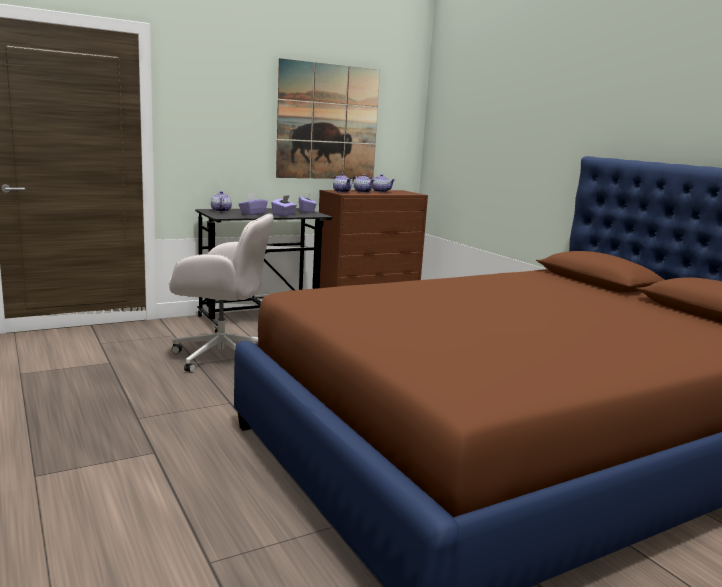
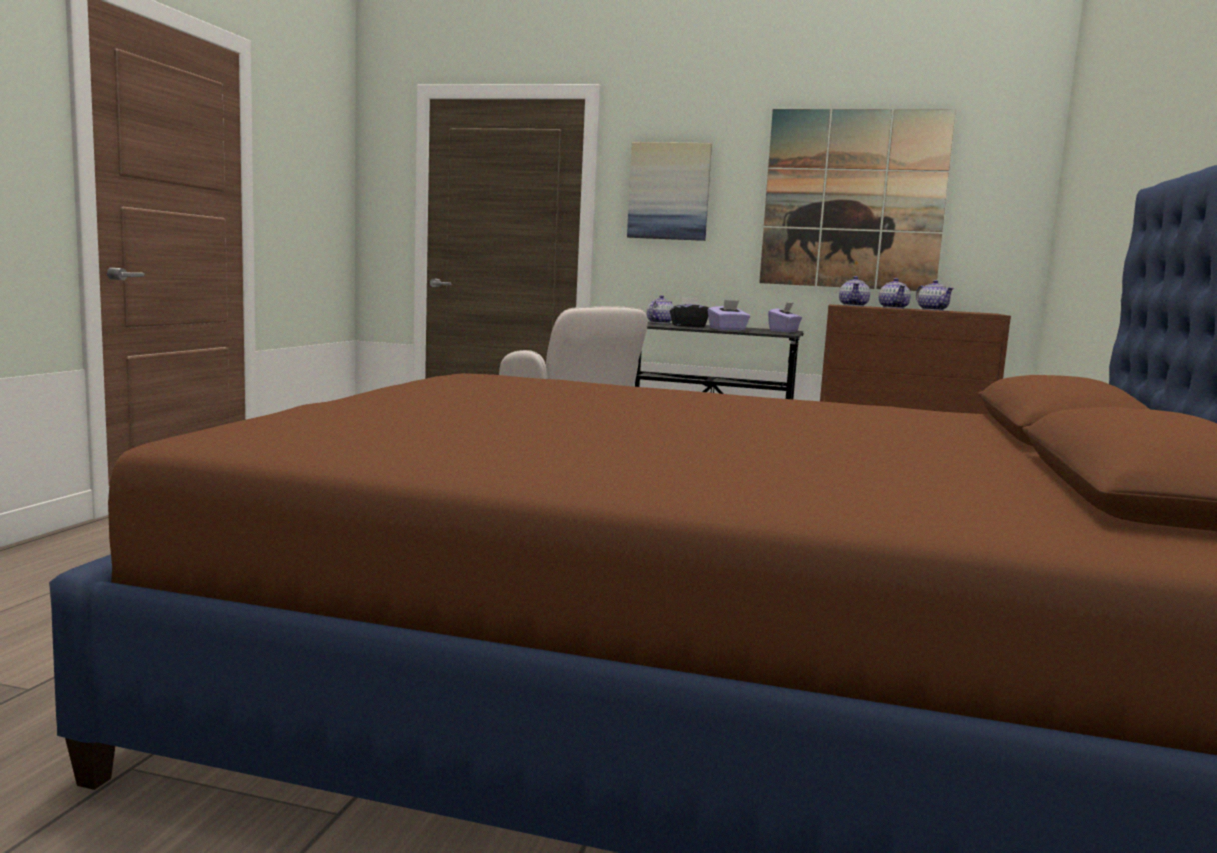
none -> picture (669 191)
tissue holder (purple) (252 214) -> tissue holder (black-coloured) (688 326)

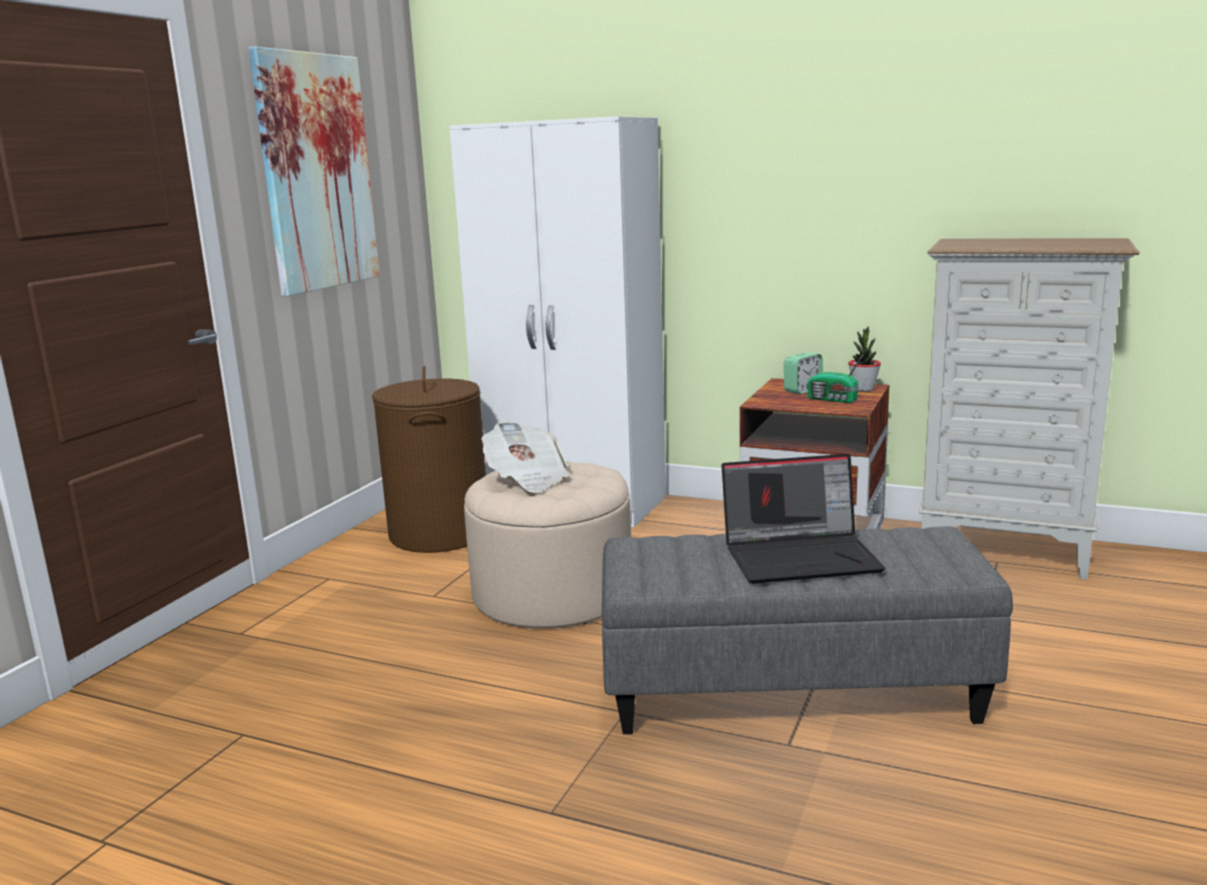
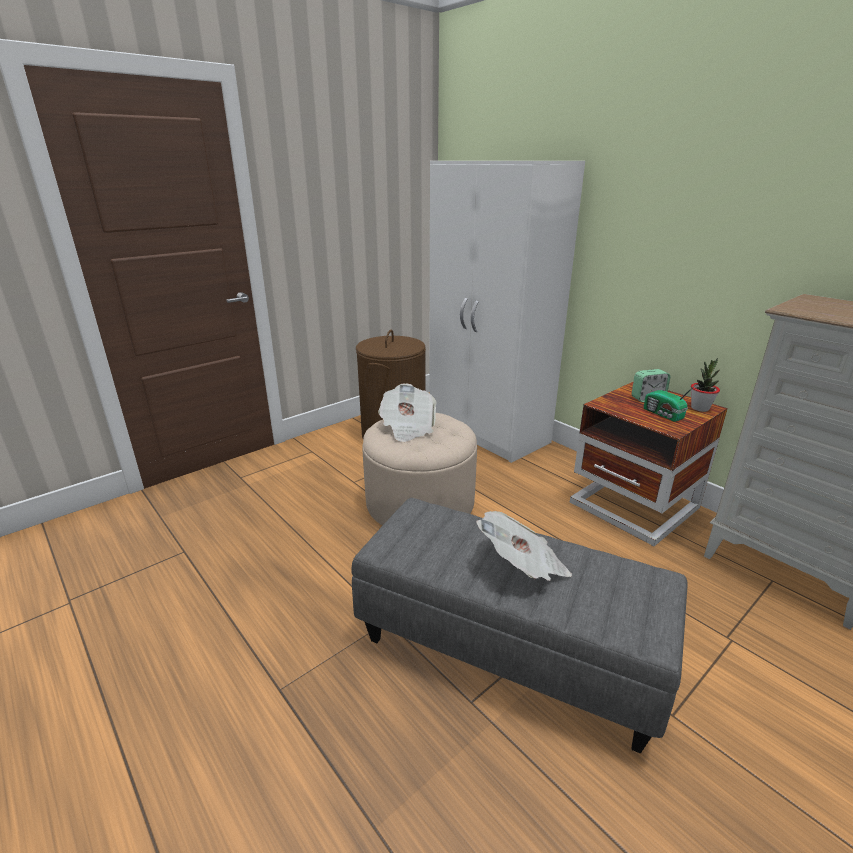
picture (317 173) -> none
notebook computer (802 556) -> newspaper (522 566)

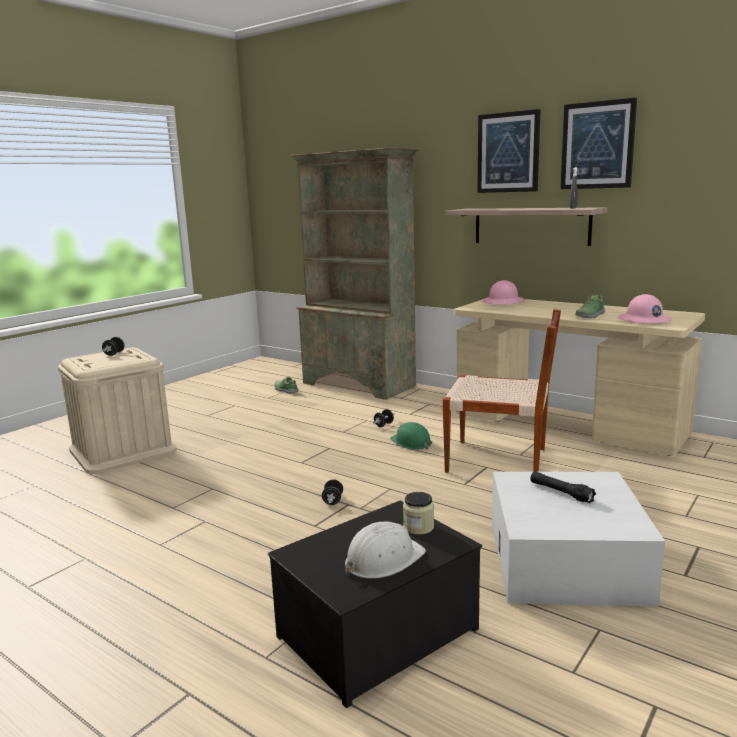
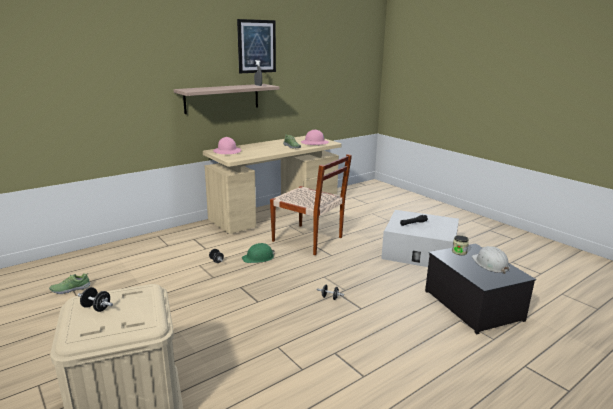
bookshelf (green-coloured) (359 384) -> none
picture (508 152) -> none
plain chair (500 461) -> plain chair (309 240), 90 degrees clockwise

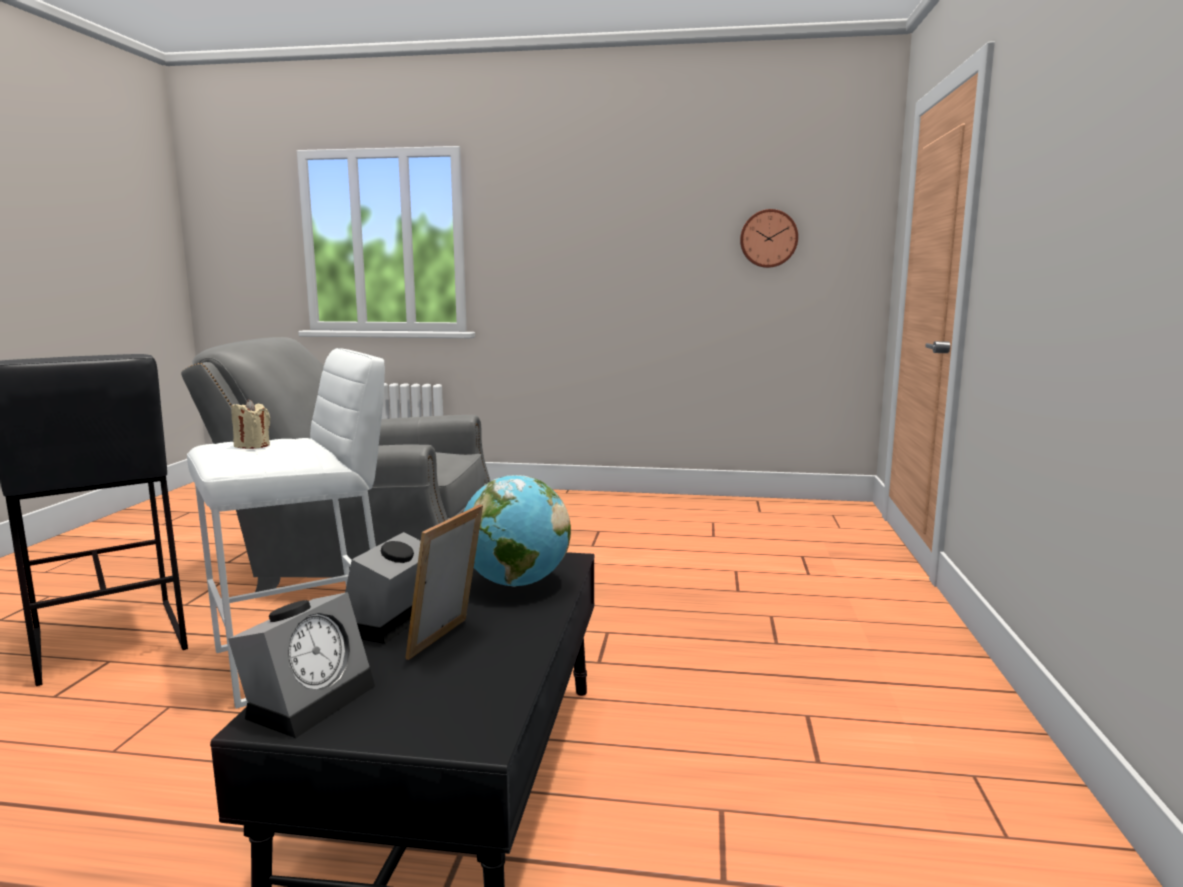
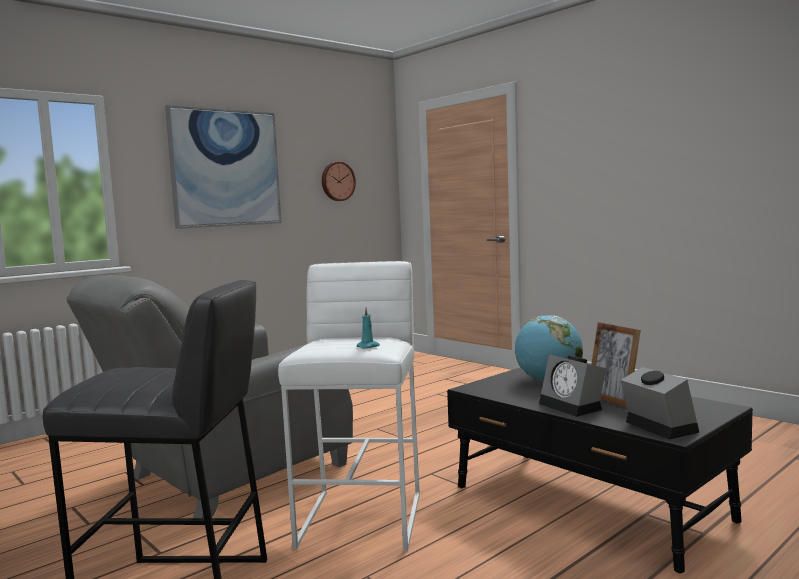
wax light (beige) (252 445) -> none
none -> picture (225 168)
none -> wax light (turquoise-coloured) (368 346)

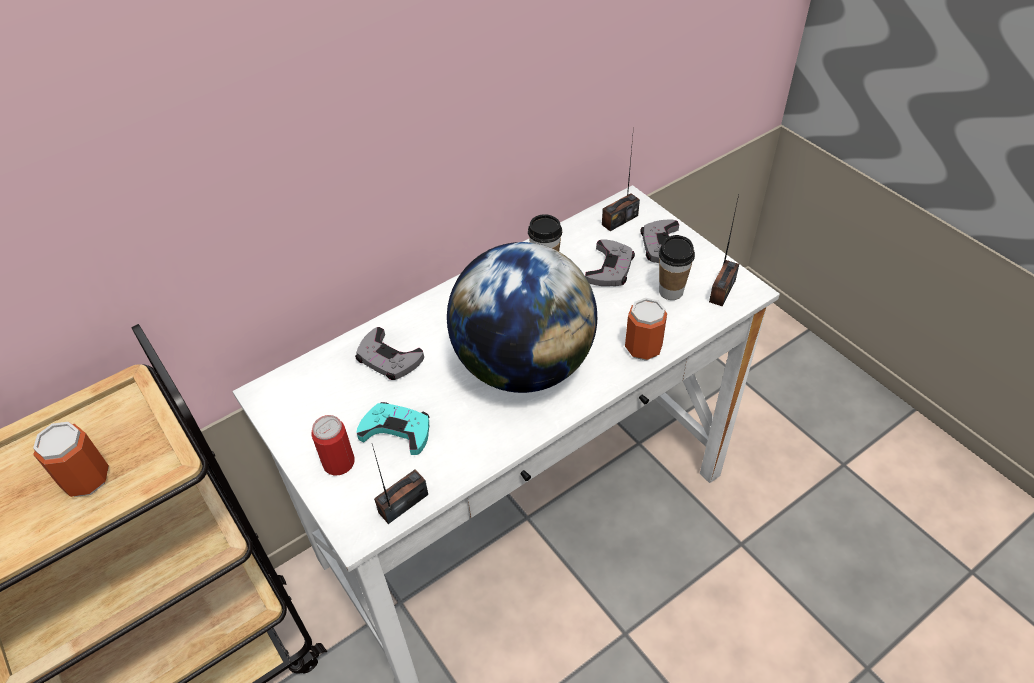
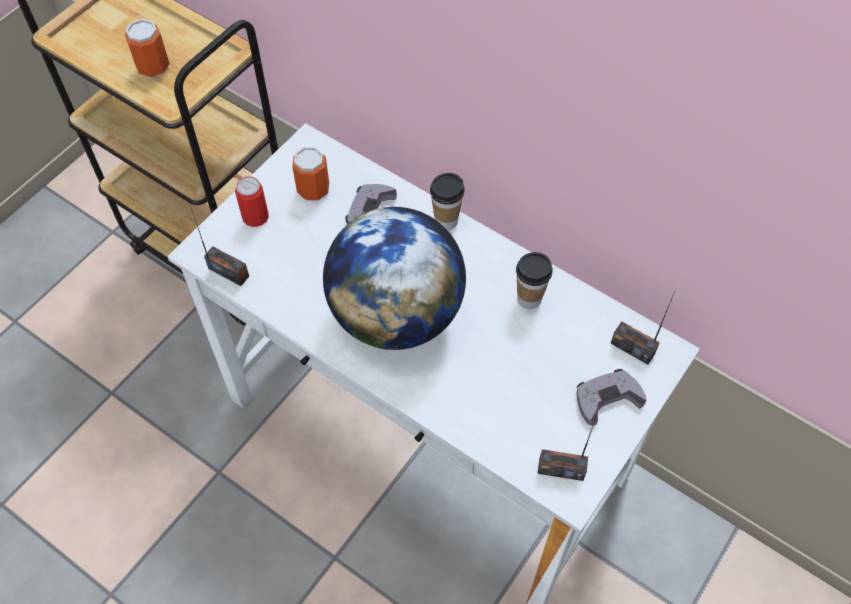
gamepad (turquoise-coloured) (397 431) -> none
gamepad (grey) (610 268) -> none
sealed can (643 348) -> sealed can (313 189), move
small cup (671 291) -> small cup (446 221), move

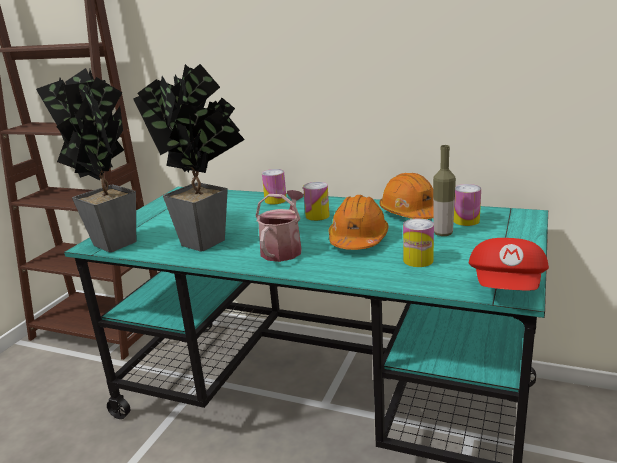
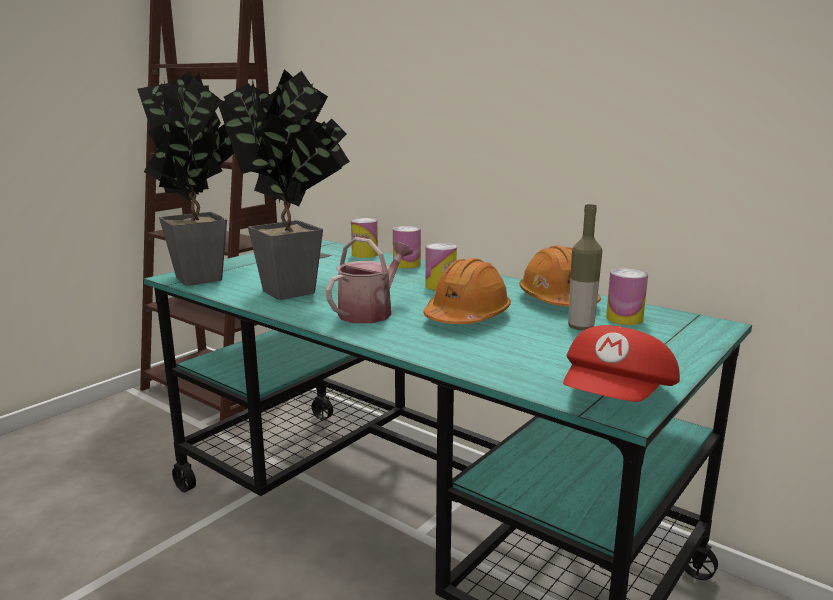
sealed can (418 260) -> sealed can (364 254), move

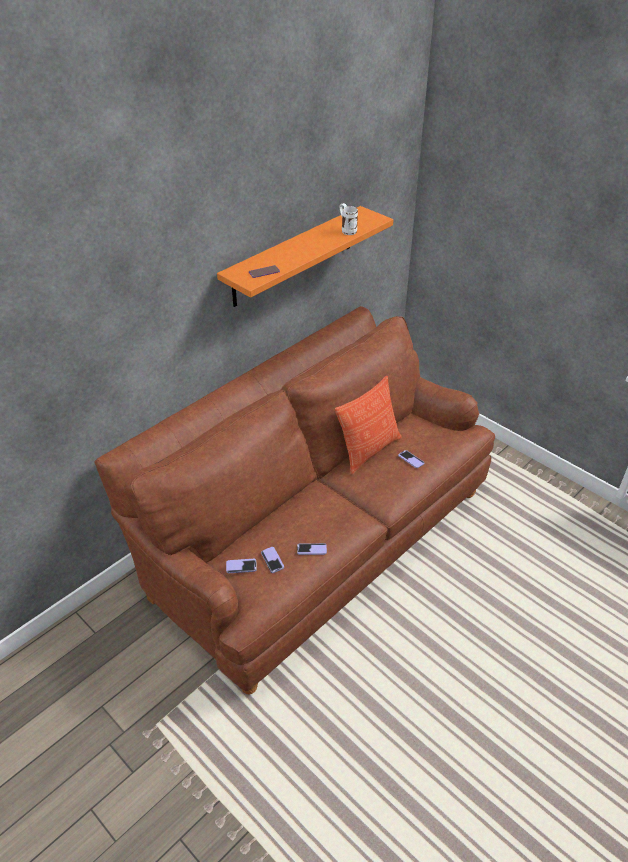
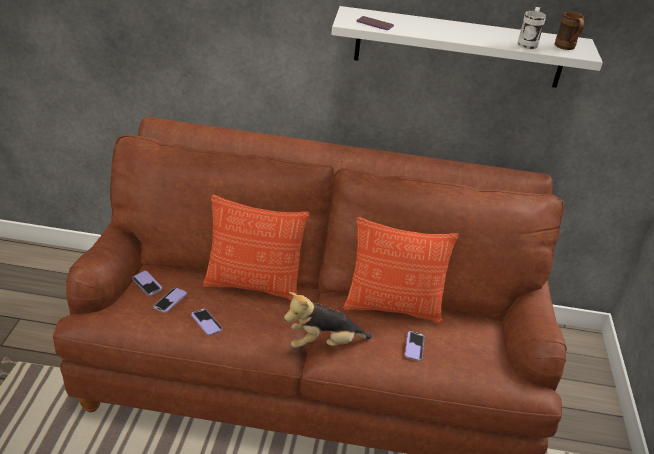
none -> pillow (orange) (254 285)
none -> soft toy (324 343)
none -> coffee mug (brown) (566 48)
bracket shelf (orange) (294 256) -> bracket shelf (white-coloured) (459 48)

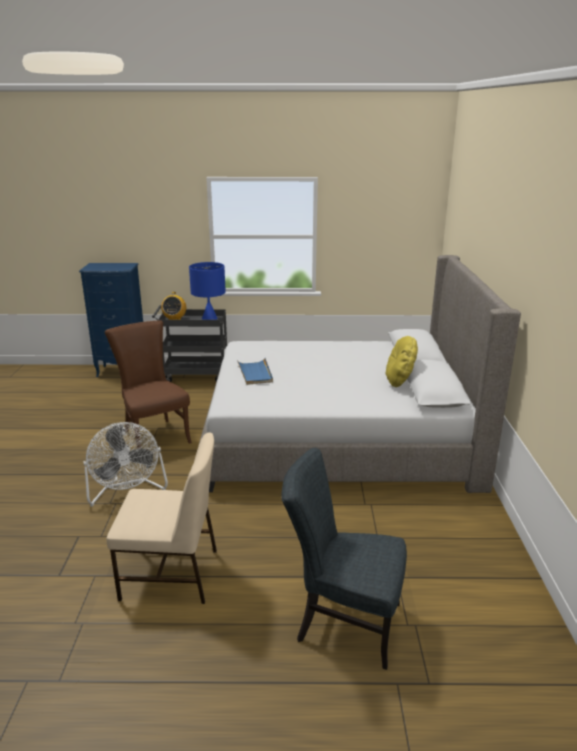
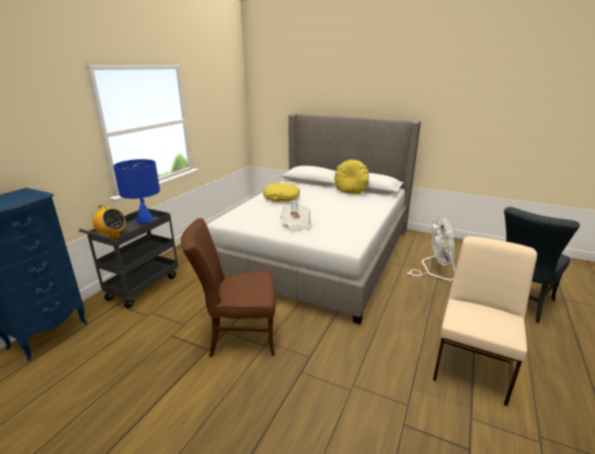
none -> pillow (yellow) (281 198)
fan (white-coloured) (124 490) -> fan (white-coloured) (432 269), move
serving tray (blue-coloured) (255 373) -> newspaper (295 225)

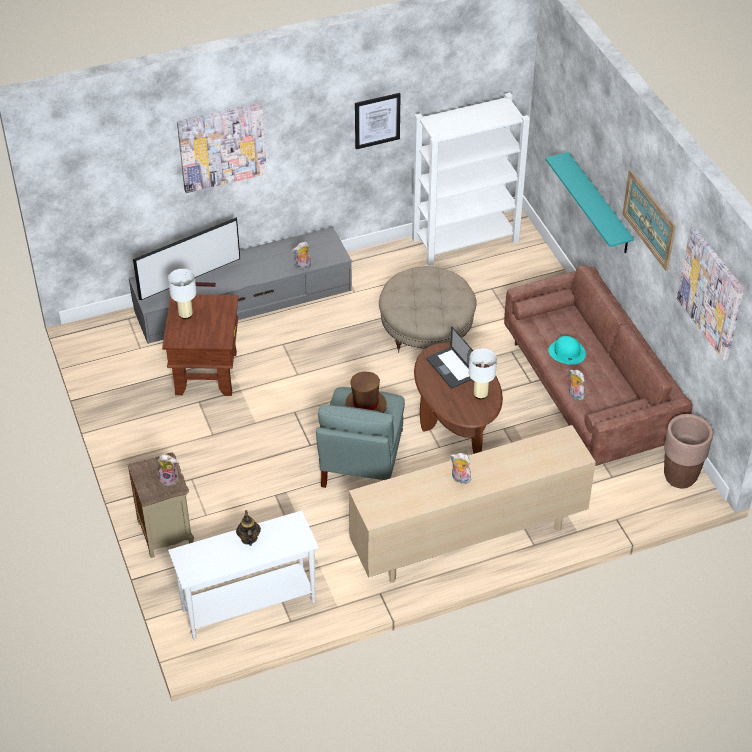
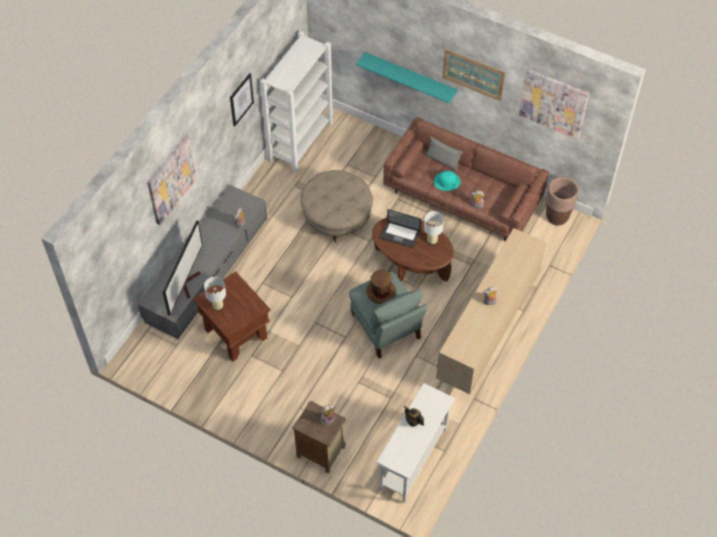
none -> pillow (grey) (443 161)

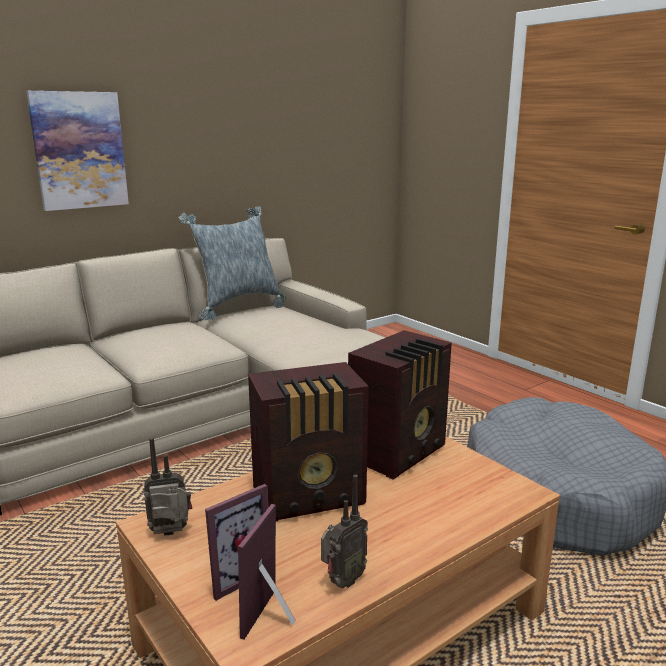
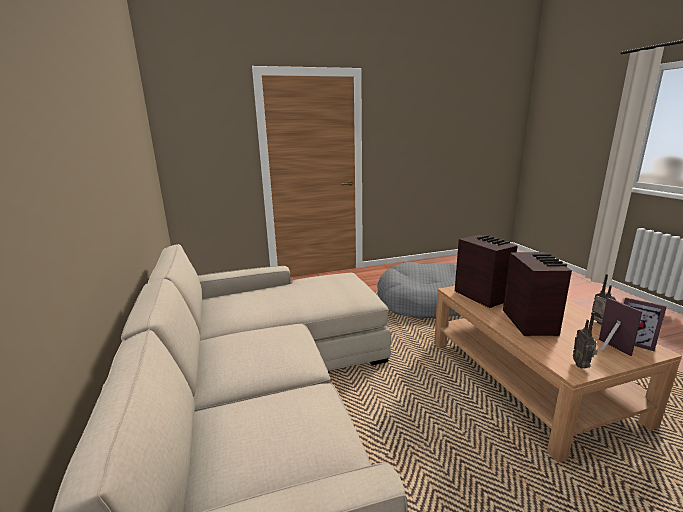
picture (79 150) -> none
pillow (236 311) -> none

